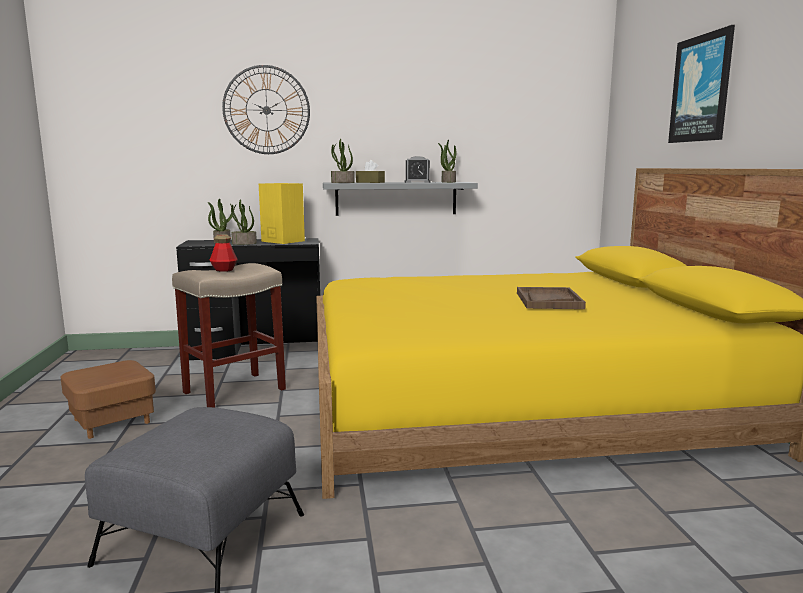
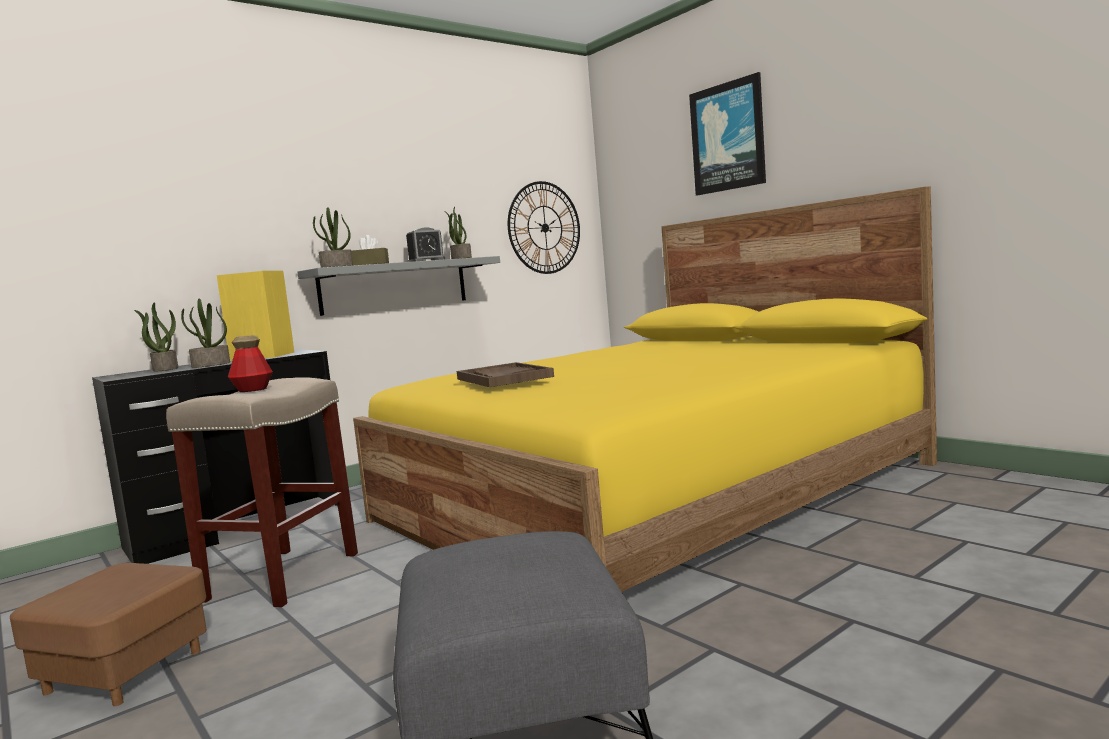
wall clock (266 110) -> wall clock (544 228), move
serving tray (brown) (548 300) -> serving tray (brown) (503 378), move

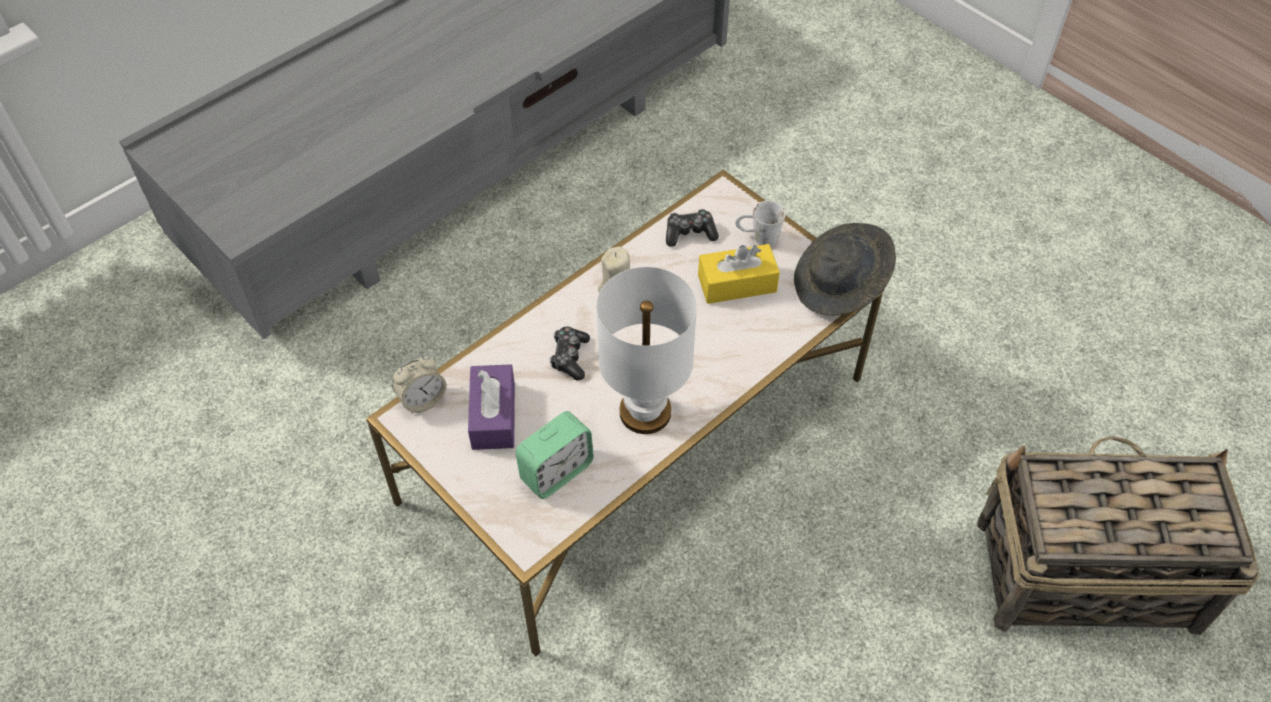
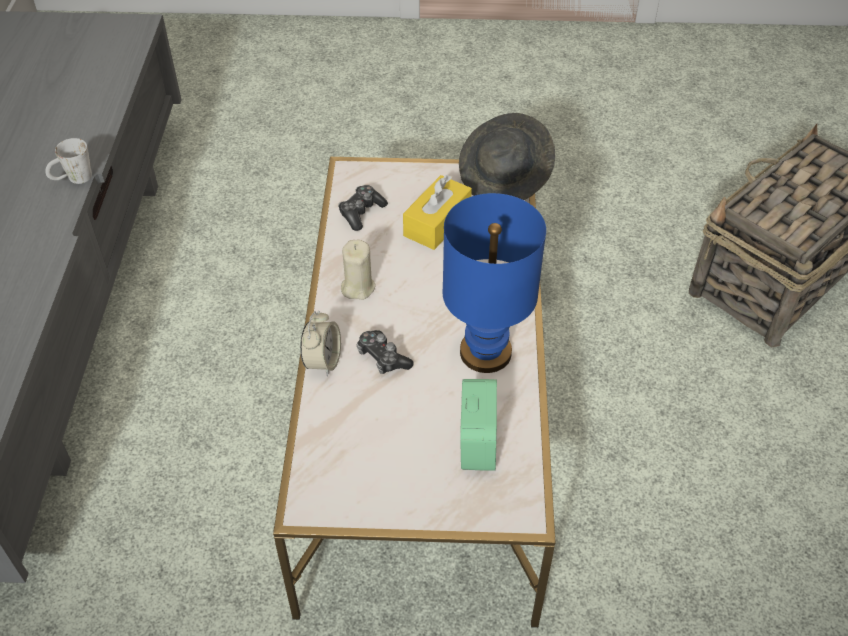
tissue holder (purple) (493 416) -> none
alarm clock (422 400) -> alarm clock (323 361), move
coffee mug (white-coloured) (757 237) -> coffee mug (white-coloured) (73 180), move
tabletop lamp (white-coloured) (646 412) -> tabletop lamp (blue-coloured) (486 351)

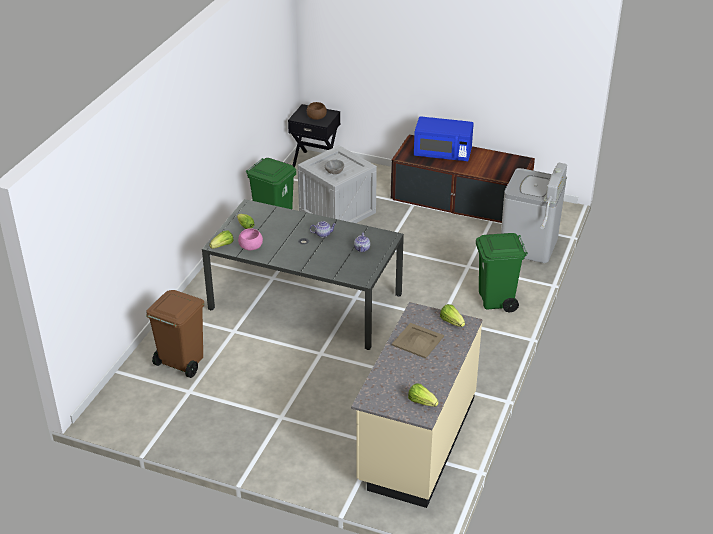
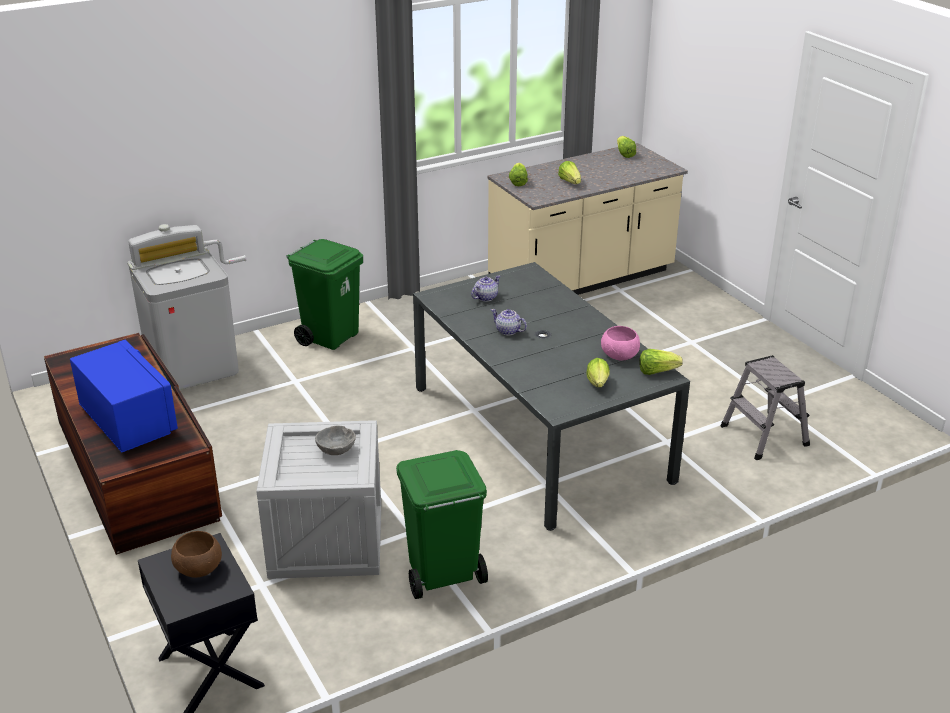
rubbish bin (brown) (181 363) -> step stool (grey) (764 435)
serving tray (beige) (418 341) -> lettuce head (570 182)

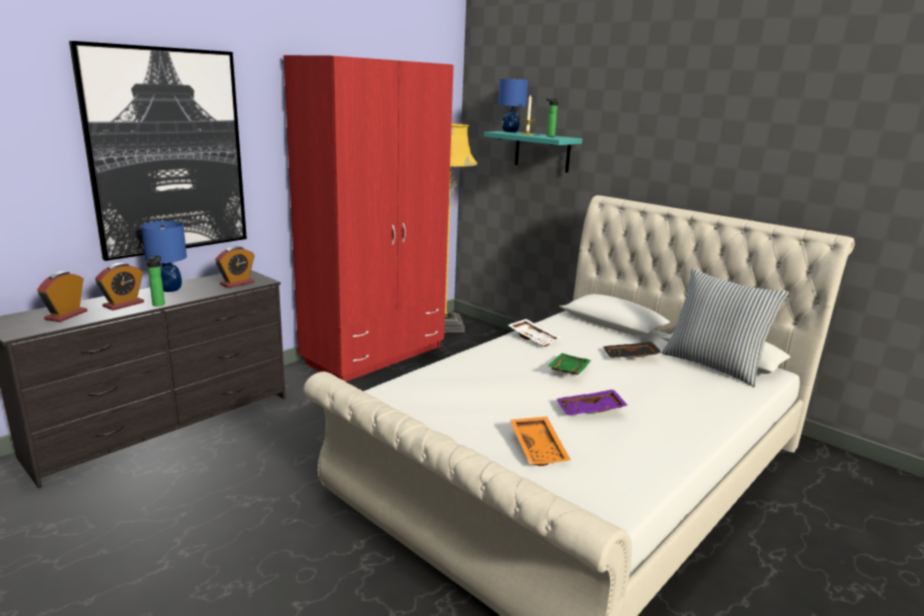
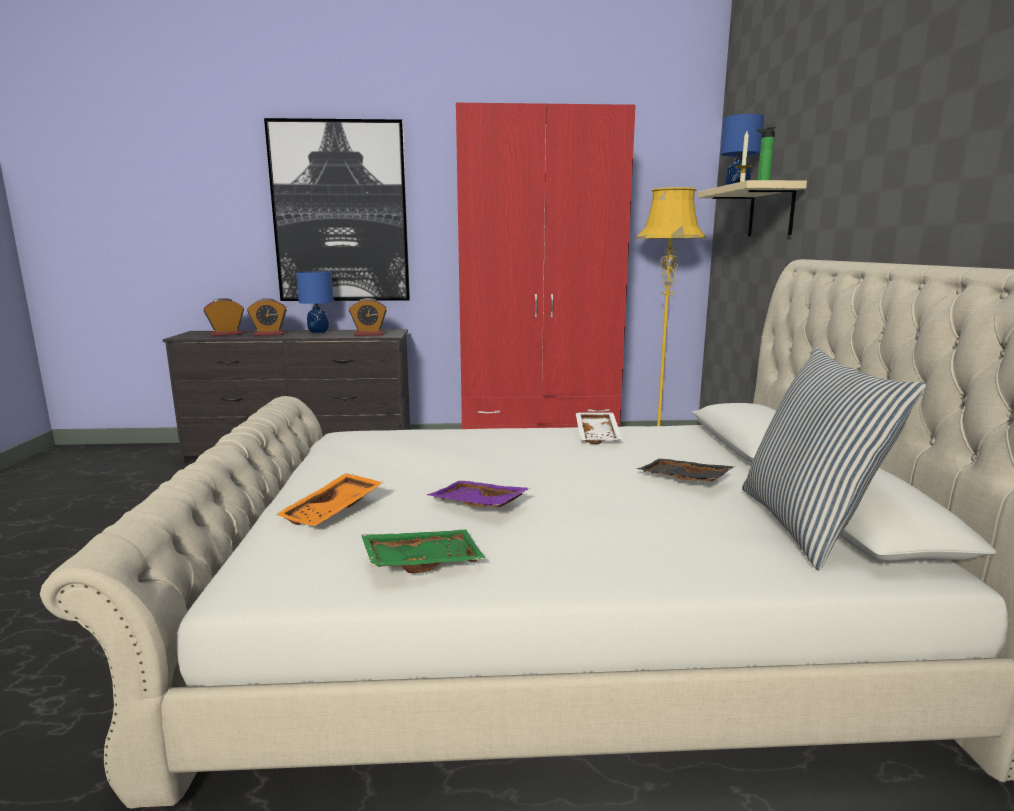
beverage bottle (159 304) -> none
serving tray (green-coloured) (567 370) -> serving tray (green-coloured) (422 561), move
bracket shelf (turquoise-coloured) (542 151) -> bracket shelf (beige) (771 211)

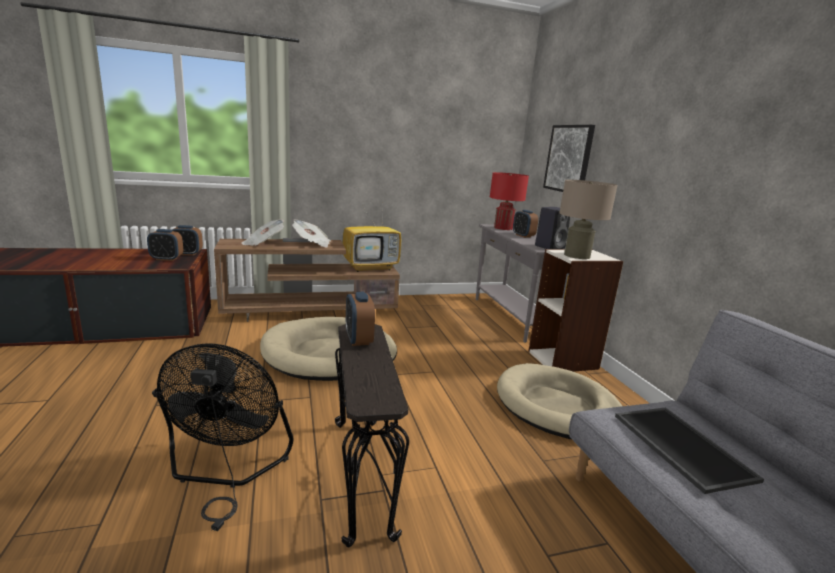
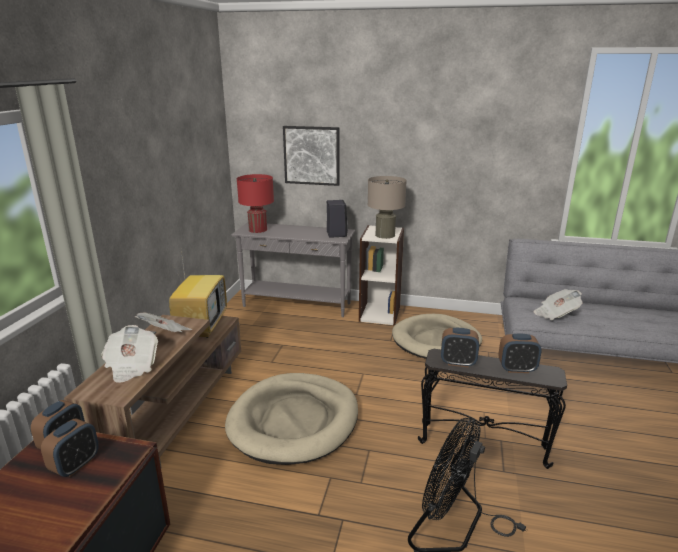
alarm clock (523 236) -> alarm clock (517 369), move
serving tray (679 446) -> newspaper (555 314)

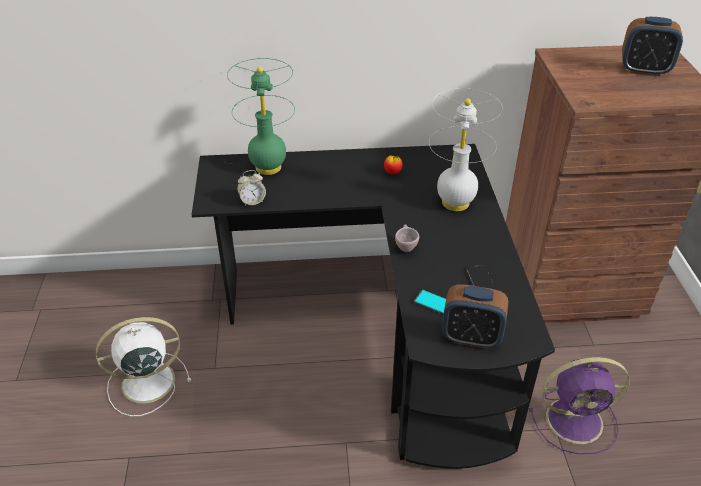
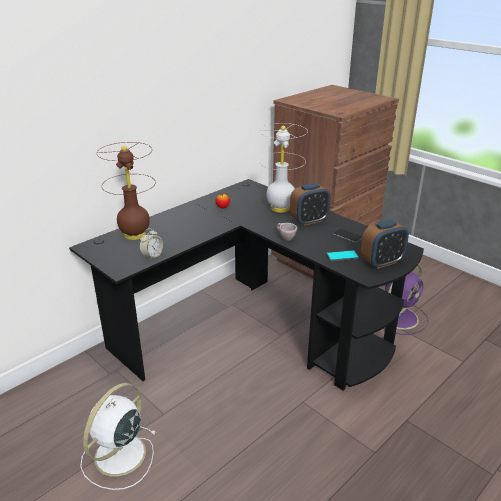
alarm clock (644 70) -> alarm clock (309 221), move
tabletop lamp (green-coloured) (268 167) -> tabletop lamp (brown) (134 234)

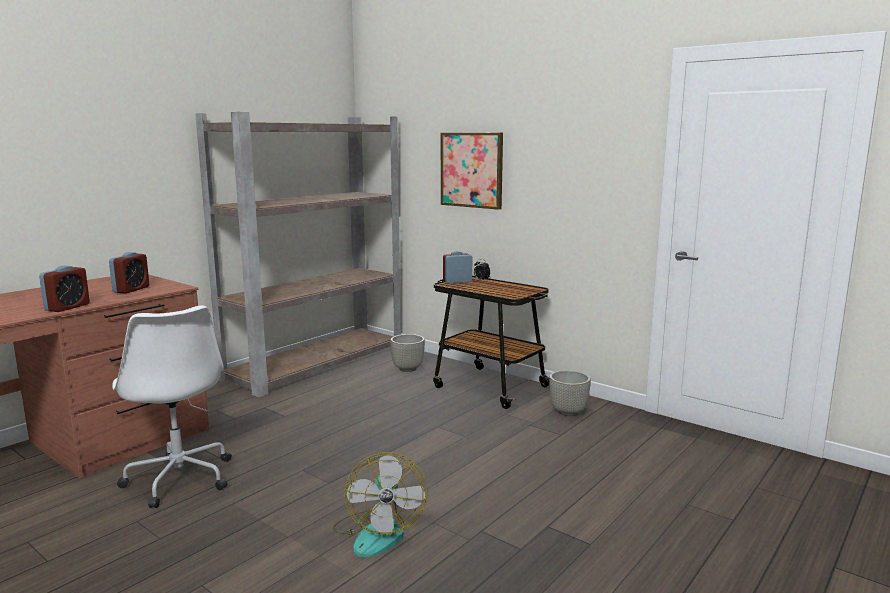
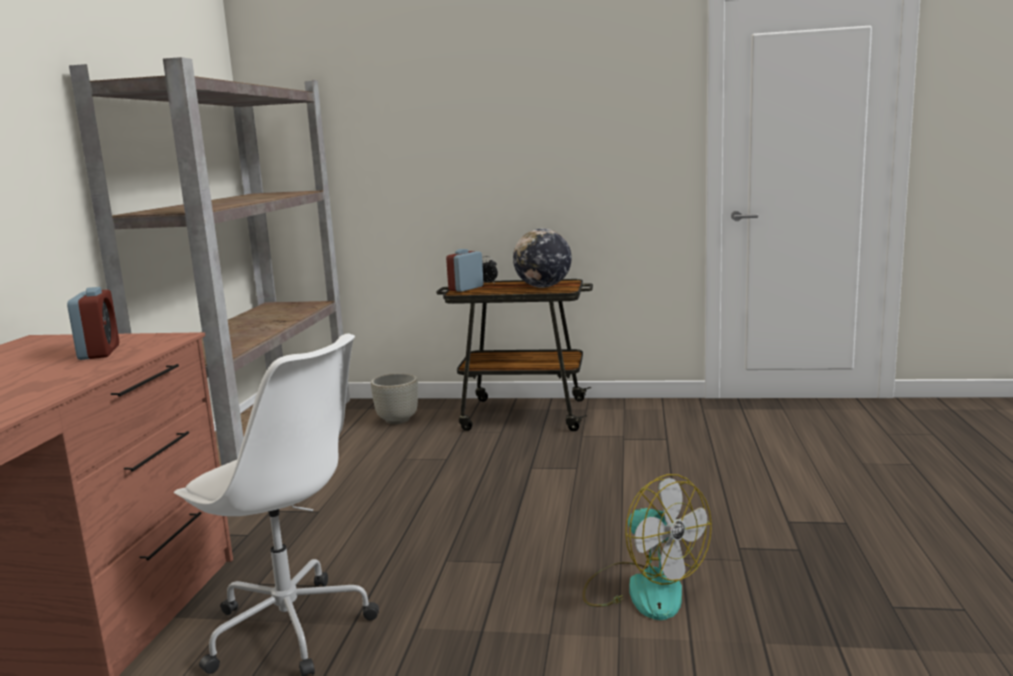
alarm clock (67 307) -> none
picture (472 170) -> none
plant pot (grey) (568 412) -> none
none -> world globe (543 287)

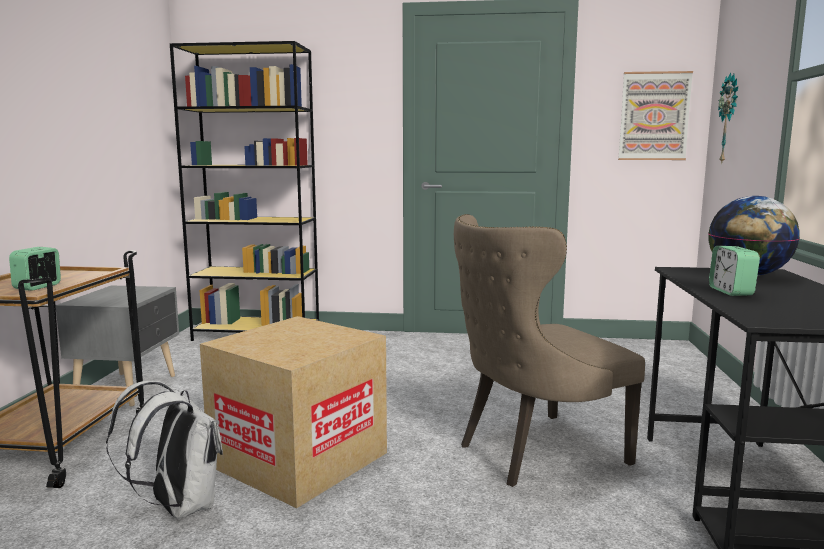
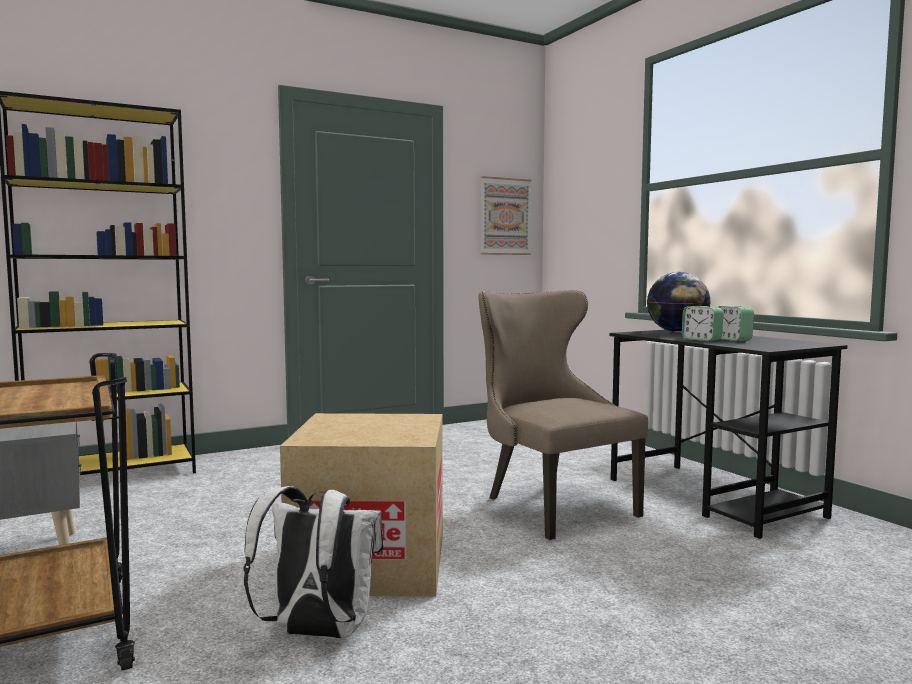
wall clock (730 119) -> none
alarm clock (38 287) -> alarm clock (733 339), move
plain chair (beige) (534 452) -> plain chair (beige) (553 506), 120 degrees clockwise

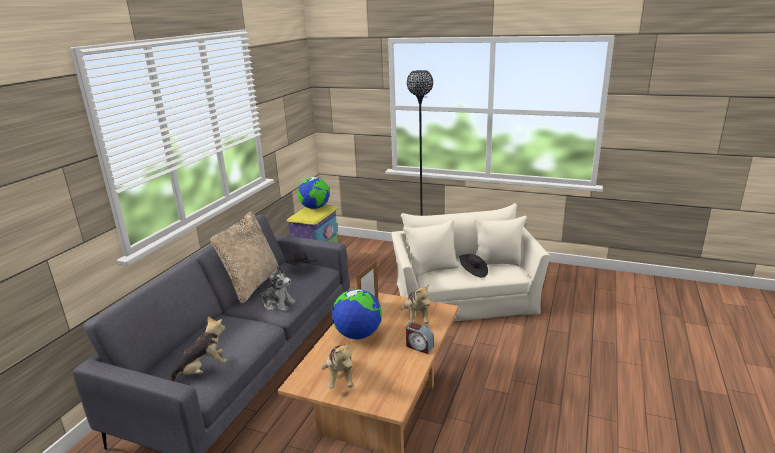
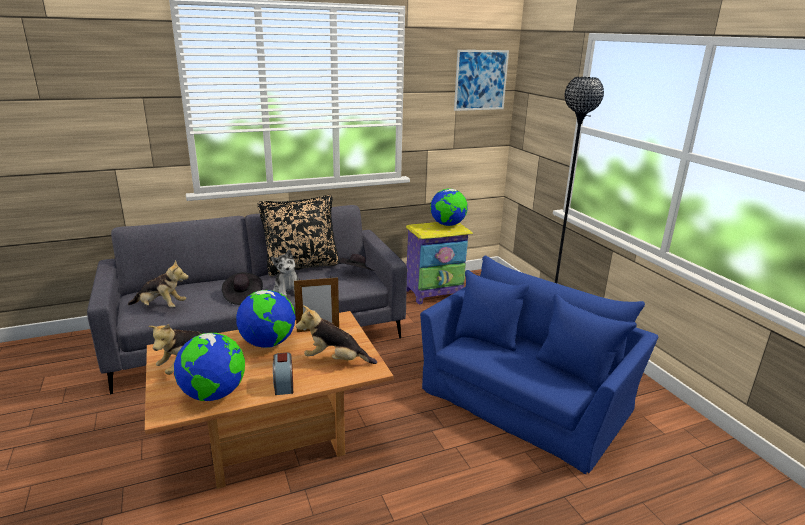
none -> world globe (214 394)
none -> picture (481 80)
hat (black-coloured) (473 272) -> hat (black-coloured) (242 296), move
pillow (beige) (253 285) -> pillow (black-coloured) (302 268)
armchair (beige) (465 297) -> armchair (blue-coloured) (526 398)
soft toy (416 318) -> soft toy (335 360), 60 degrees clockwise

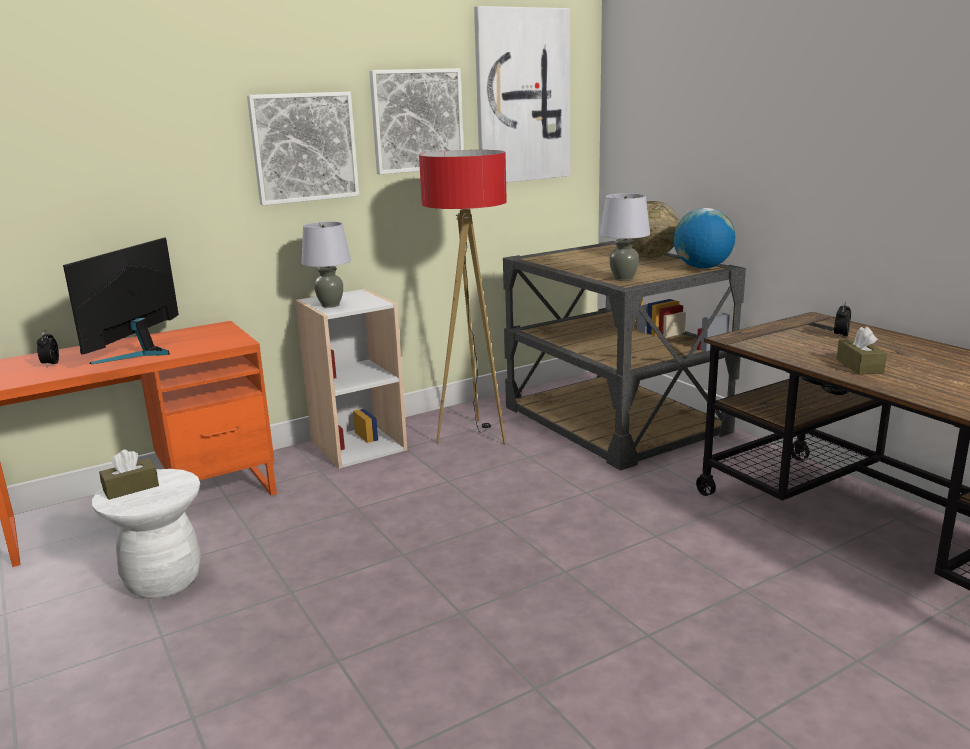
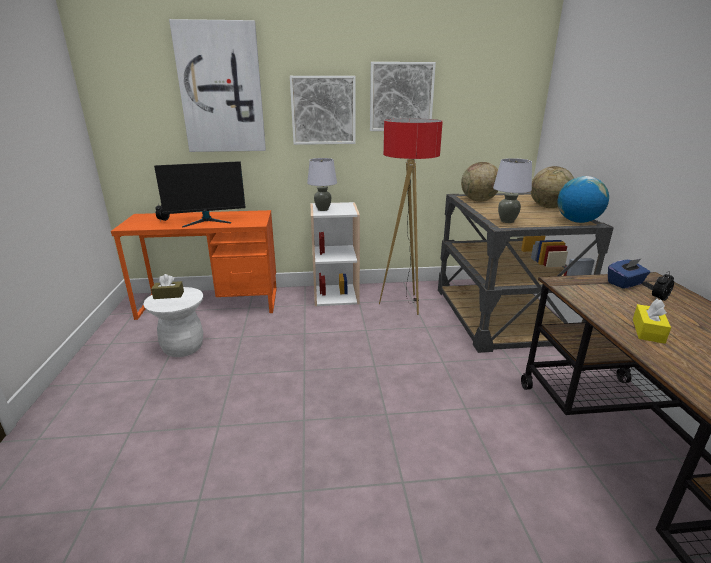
none -> world globe (478 200)
none -> tissue holder (blue-coloured) (625 283)
picture (522 96) -> picture (221 89), move
tissue holder (brown) (859 366) -> tissue holder (yellow) (648 331)
computer screen (140 352) -> computer screen (207 221), 150 degrees counterclockwise

